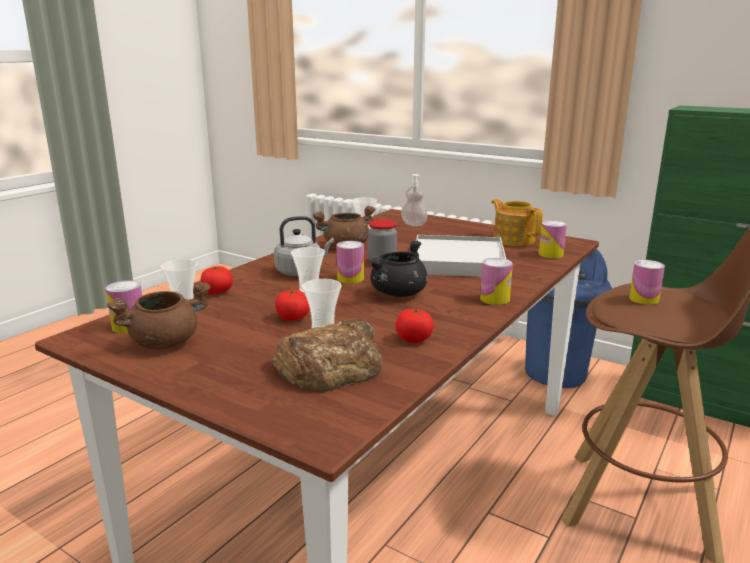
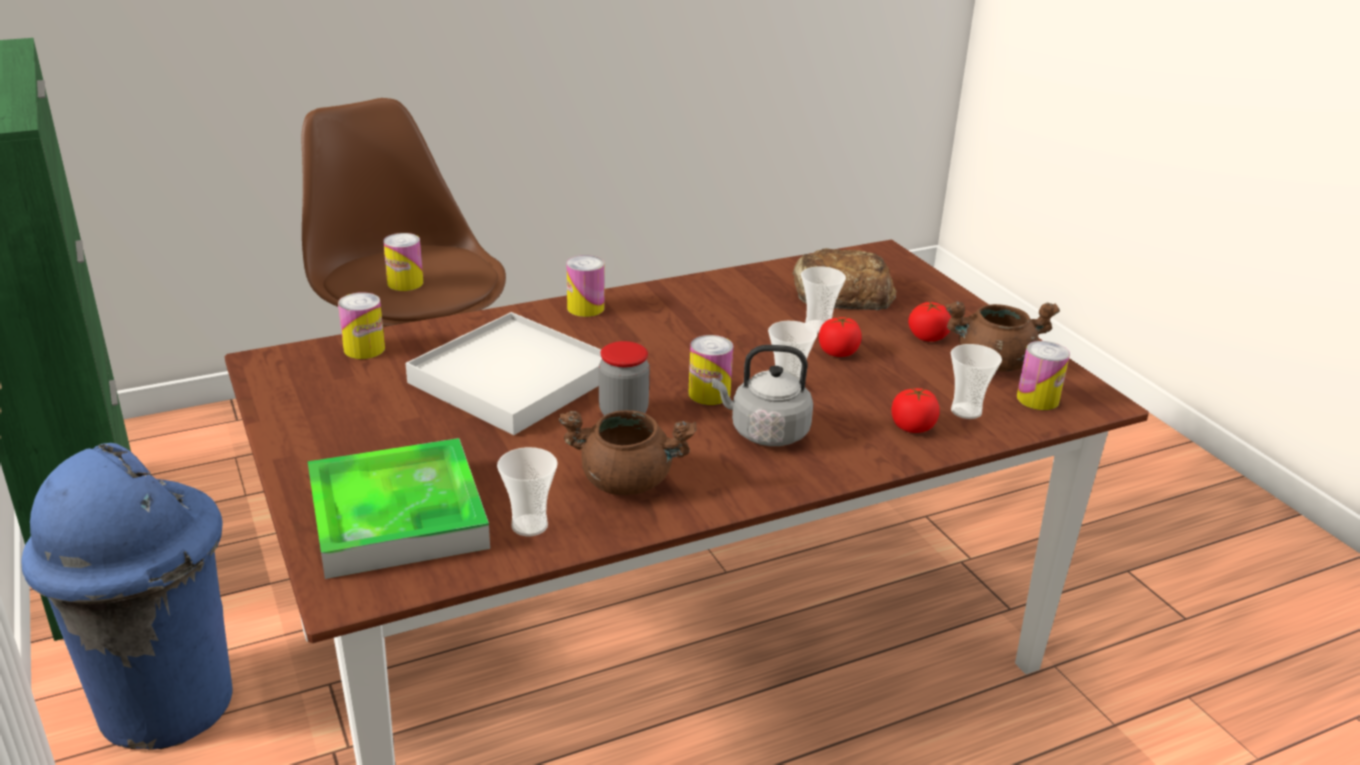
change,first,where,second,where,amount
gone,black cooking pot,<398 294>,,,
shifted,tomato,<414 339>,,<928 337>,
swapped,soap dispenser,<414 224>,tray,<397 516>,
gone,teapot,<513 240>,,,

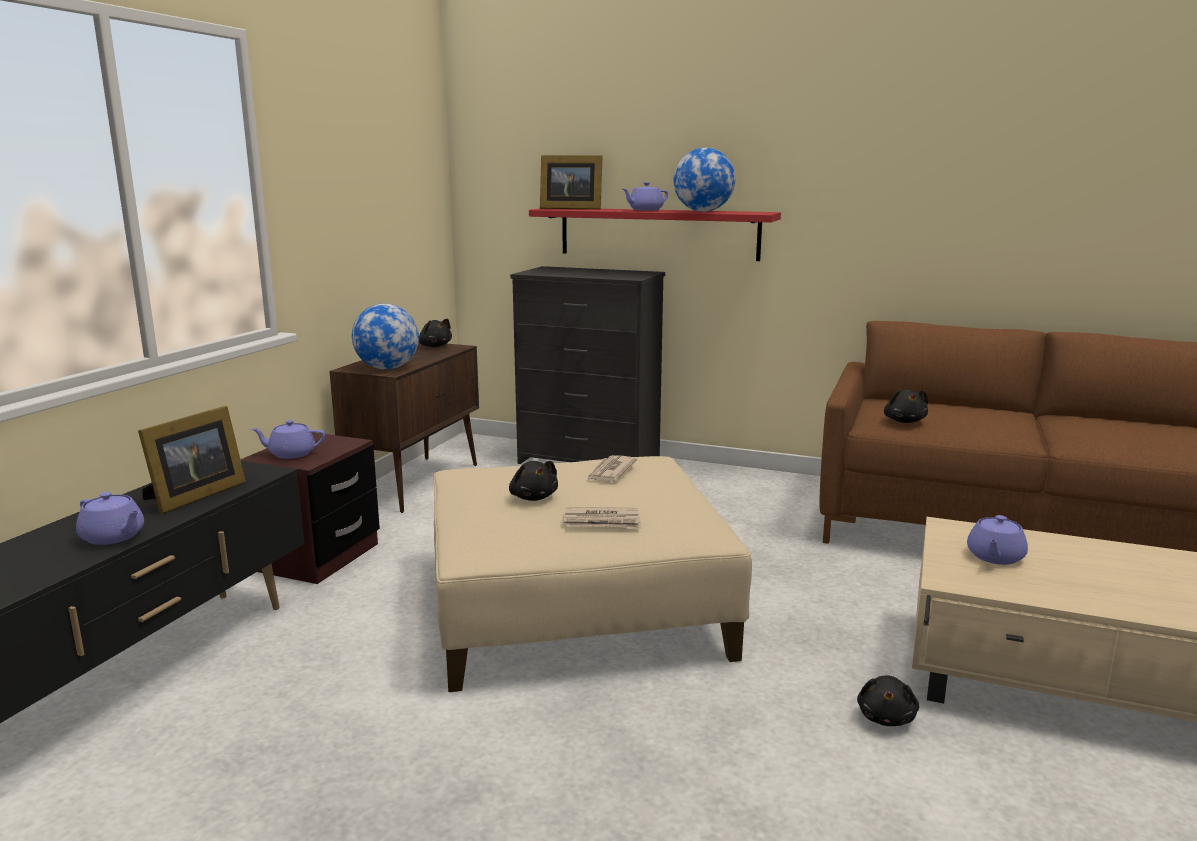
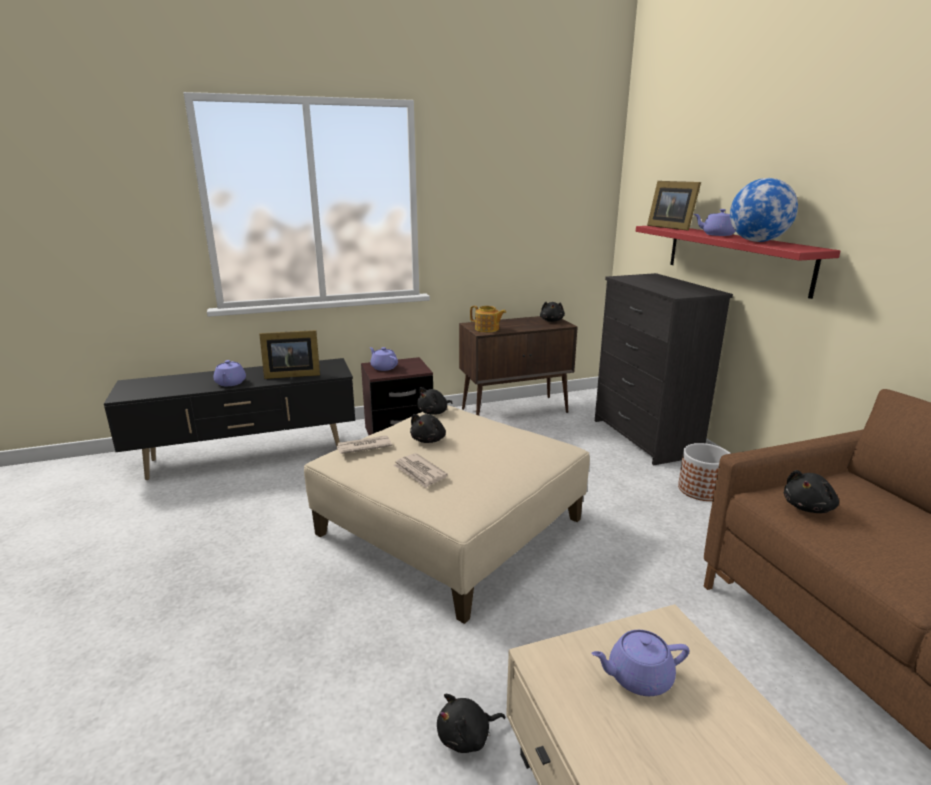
change,first,where,second,where,amount
swapped,globe,<387 368>,teapot,<487 329>,
shifted,newspaper,<610 472>,,<363 447>,
new,,,black plush toy,<434 412>,
new,,,planter,<701 490>,

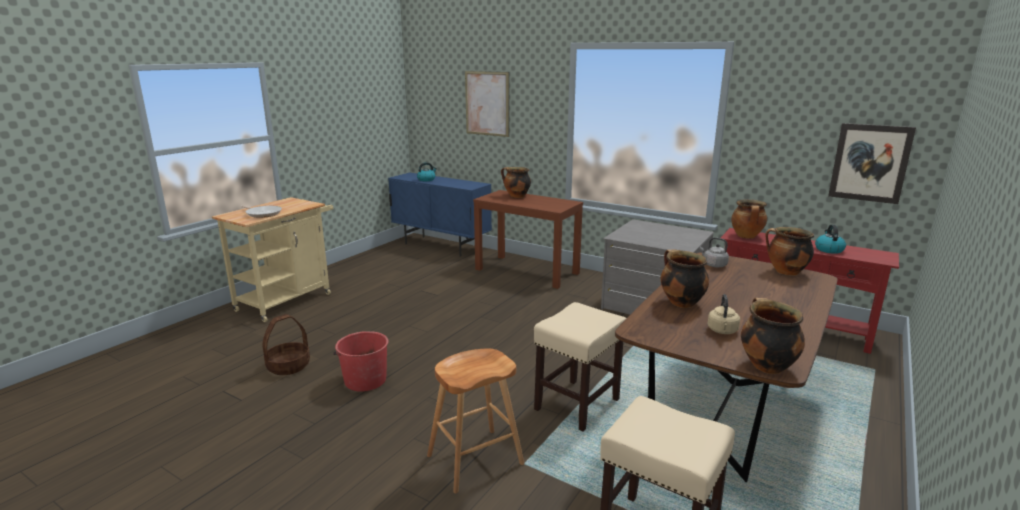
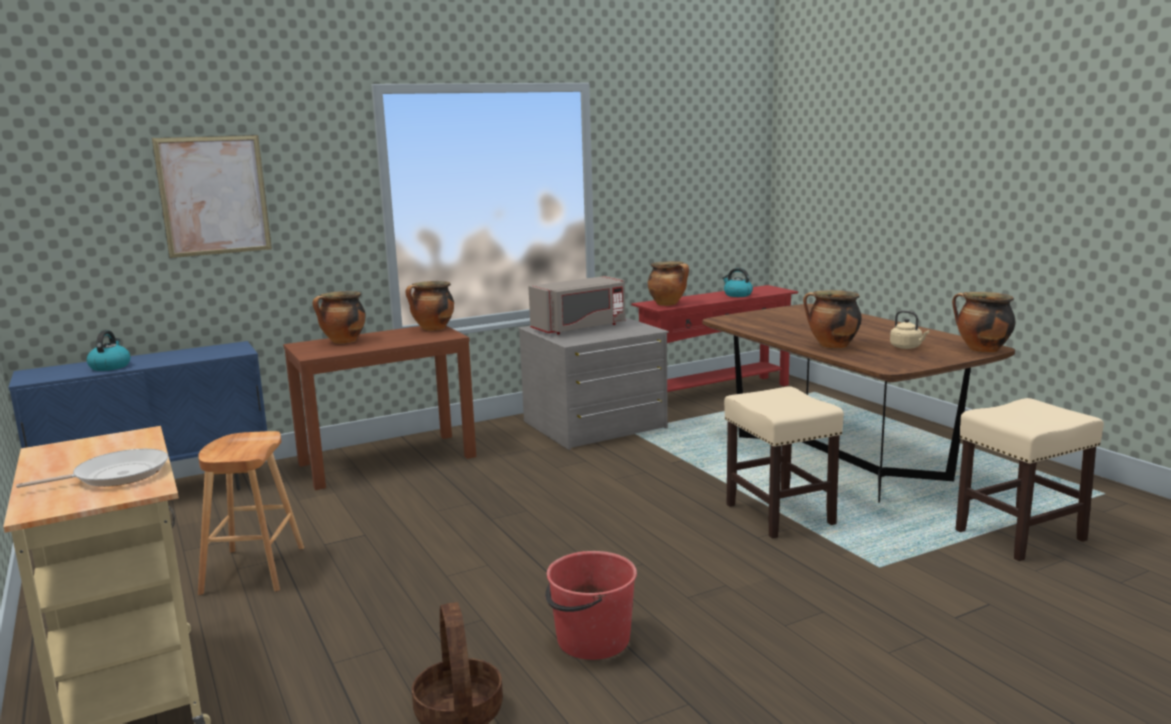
change,first,where,second,where,amount
shifted,brown stool,<475 460>,,<253 570>,
gone,grey kettle,<713 265>,,,
shifted,cooking pot,<785 272>,,<433 329>,
gone,picture,<870 163>,,,
new,,,grey microwave,<580 328>,

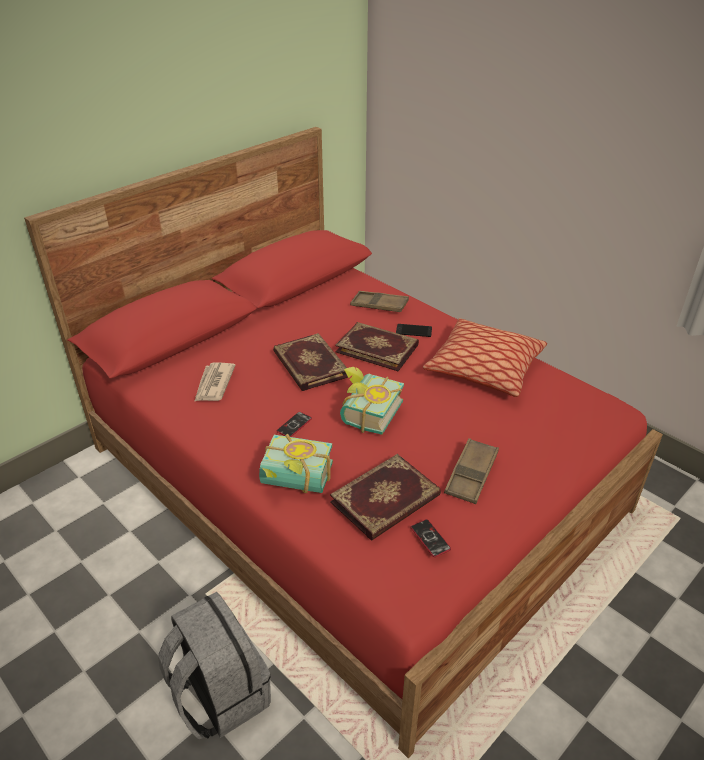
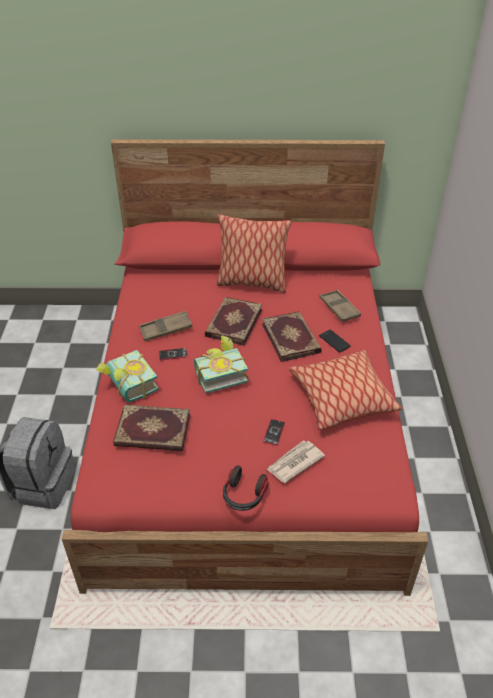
change,first,where,second,where,amount
shifted,newspaper,<214 384>,,<294 463>,
shifted,phone,<430 538>,,<274 432>,
shifted,brown tray,<471 475>,,<166 329>,
new,,,pillow,<251 283>,
new,,,headphones,<243 496>,

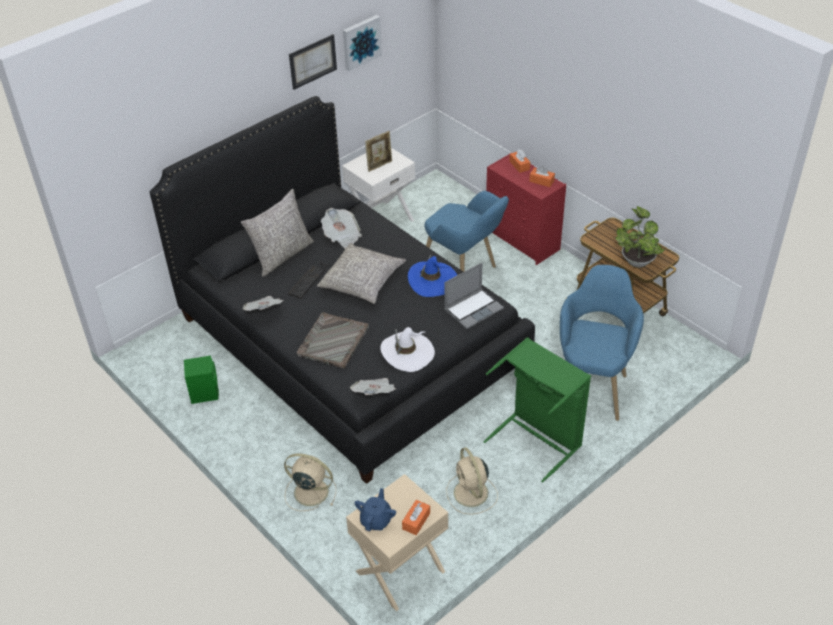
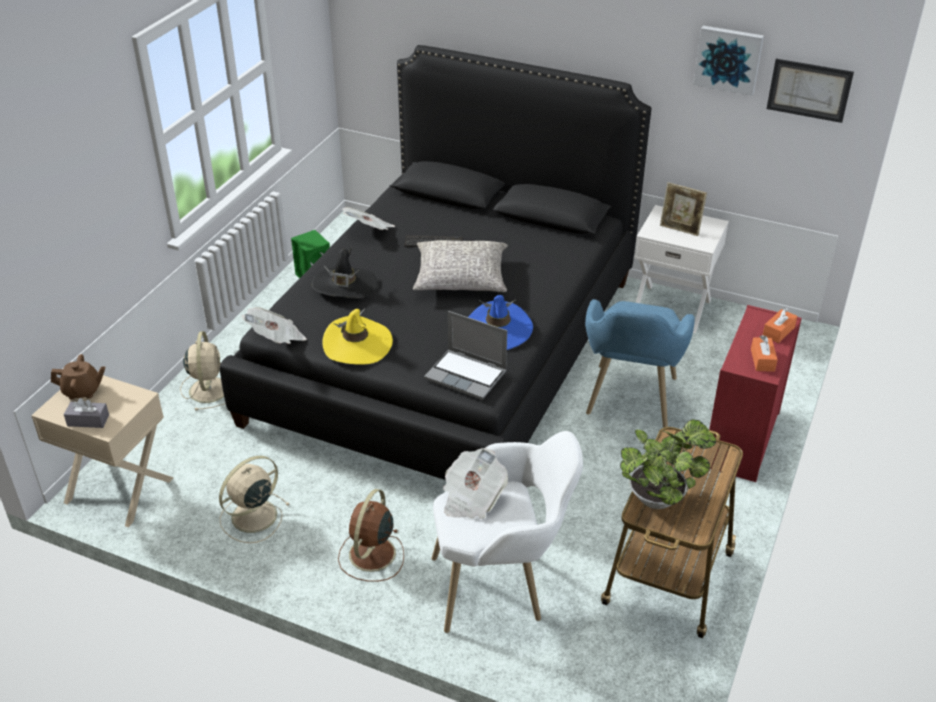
change,first,where,second,where,amount
gone,grey pillow,<282 255>,,,
shifted,picture,<312 61>,,<809 90>,
swapped,grey tray,<332 342>,black hat,<345 286>,
shifted,newspaper,<342 236>,,<472 498>,
repainted,blue teapot,<376 520>,brown teapot,<82 391>,
repainted,white hat,<407 353>,yellow hat,<357 344>,
repainted,orange tissue box,<416 521>,grey tissue box,<88 420>,
swapped,green laundry basket,<538 438>,brown fan,<371 555>,
repainted,blue armchair,<592 384>,white armchair,<502 586>,

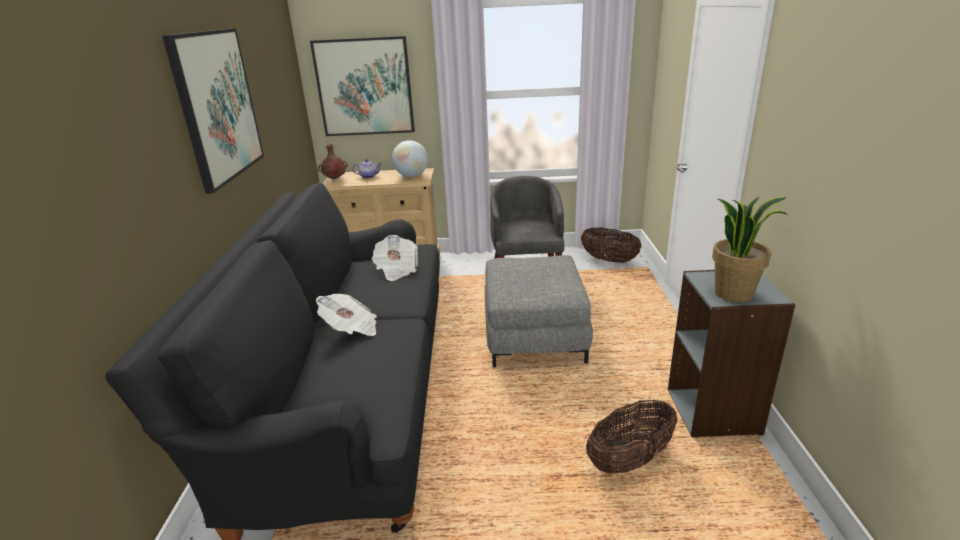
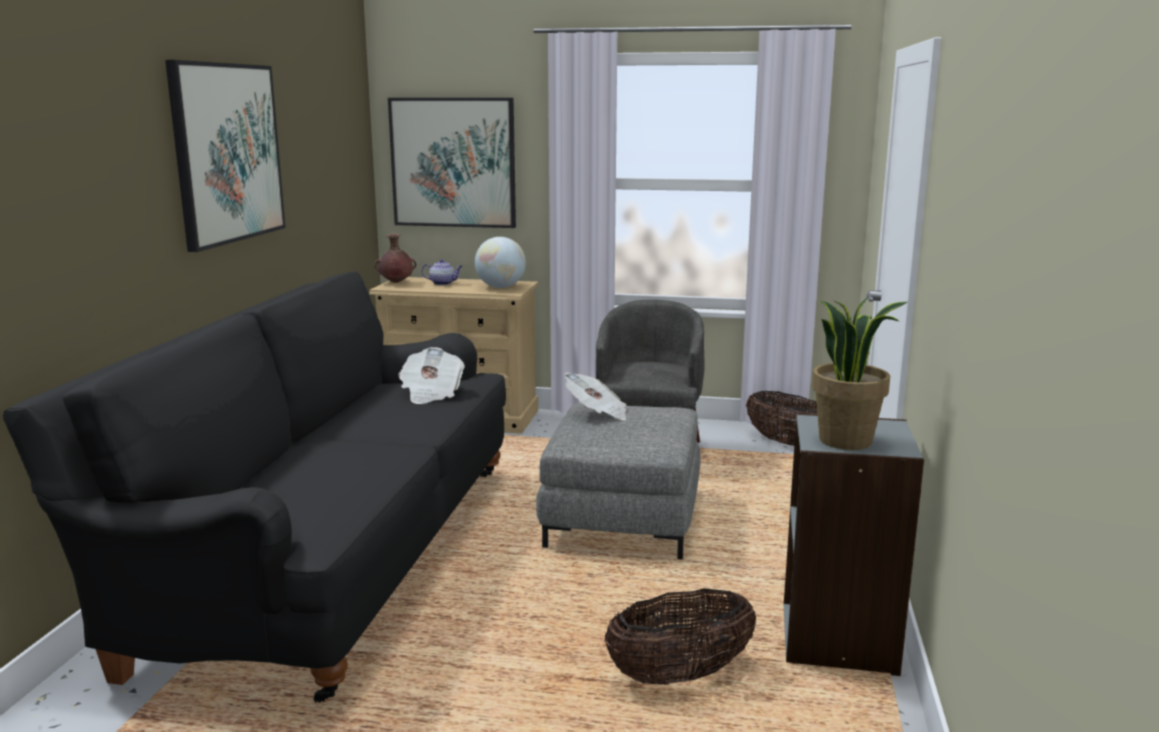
change,first,where,second,where,amount
shifted,newspaper,<351 328>,,<597 413>,

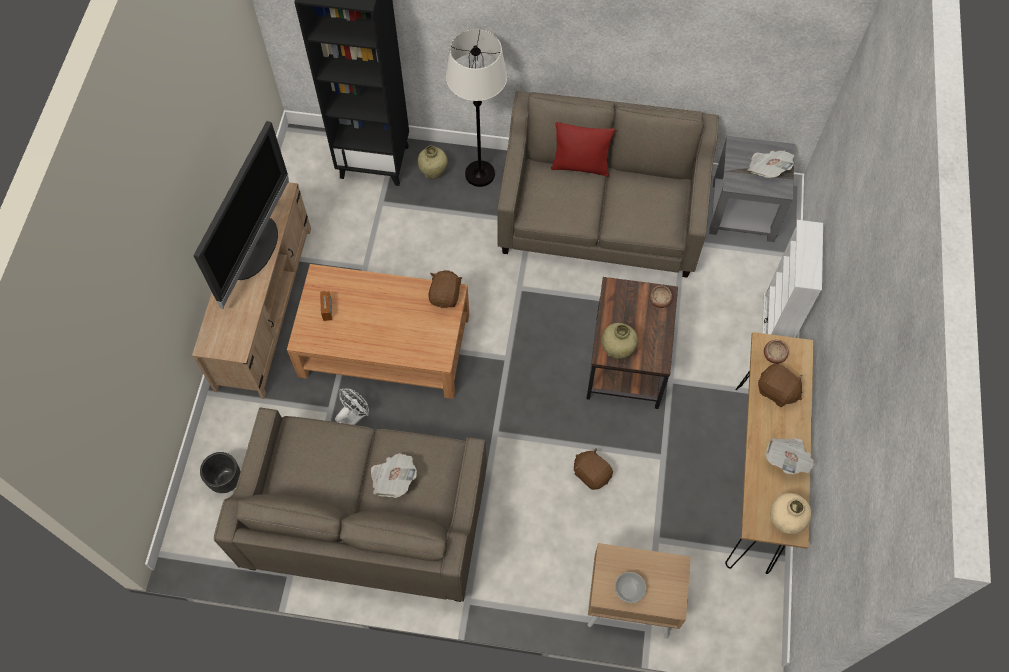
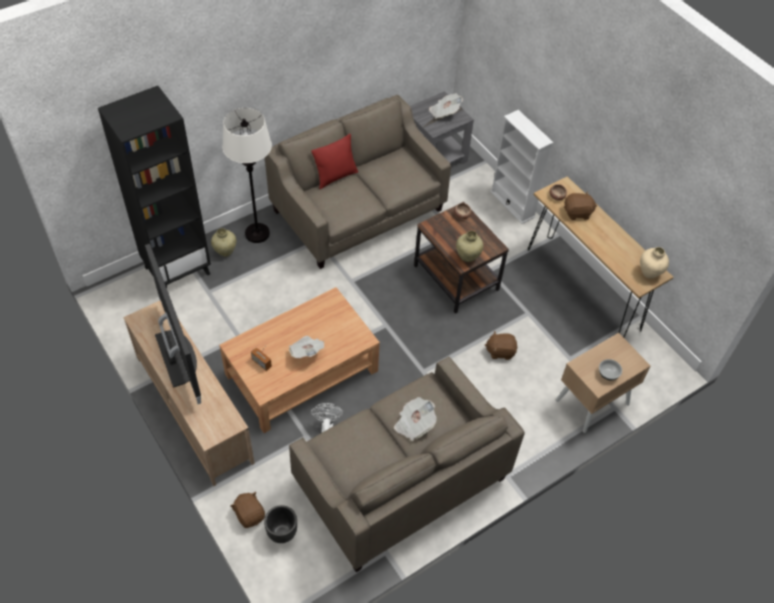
change,first,where,second,where,amount
shifted,brown plush toy,<445 296>,,<249 514>,
shifted,newspaper,<787 459>,,<306 352>,

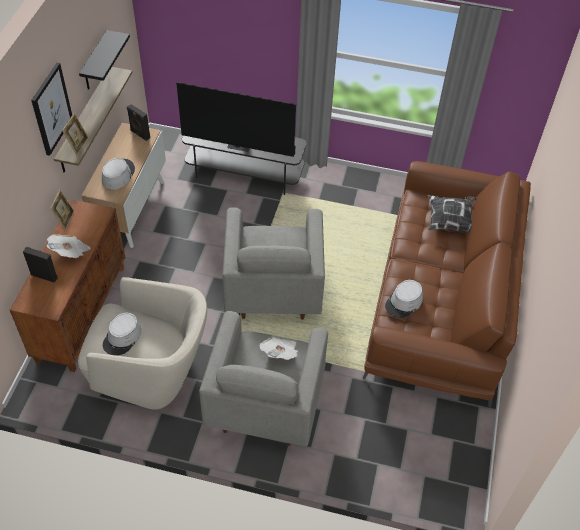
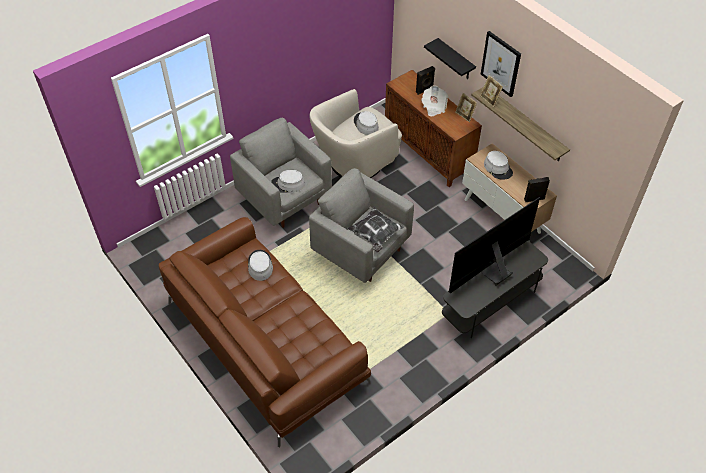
change,first,where,second,where,amount
shifted,black shelf,<95 62>,,<455 60>,
swapped,newspaper,<280 353>,grey hat,<288 184>,
shifted,pillow,<450 221>,,<375 235>,

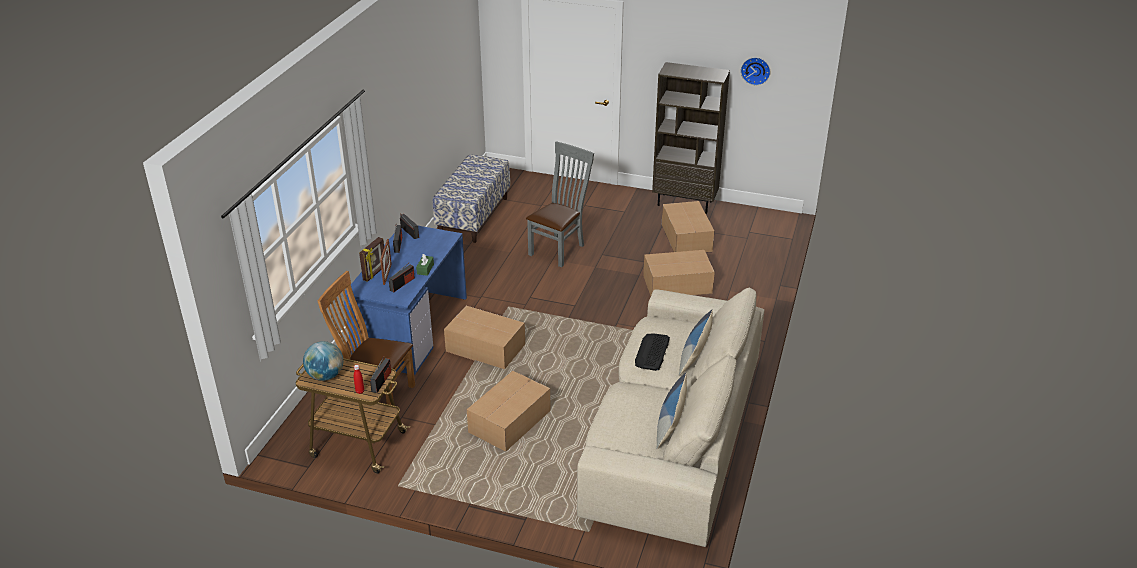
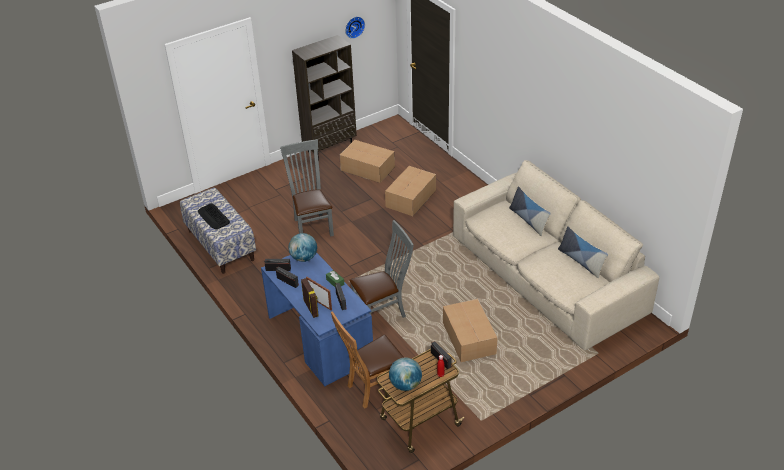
change,first,where,second,where,amount
swapped,cardboard box,<486 348>,grey chair,<383 313>,
shifted,keyboard,<652 352>,,<213 217>,
new,,,globe,<304 258>,

